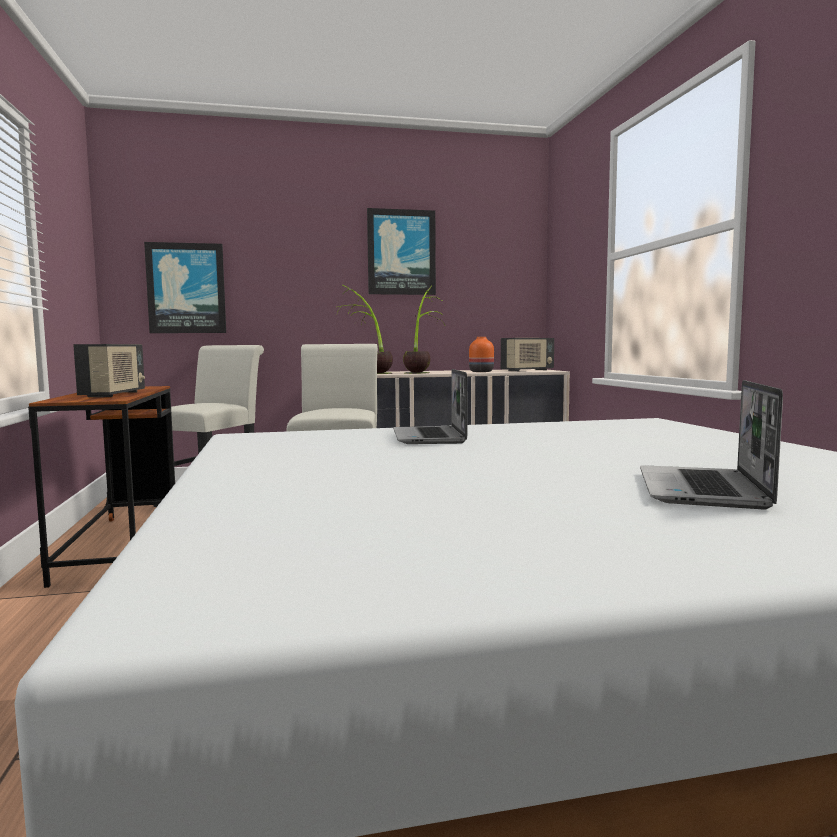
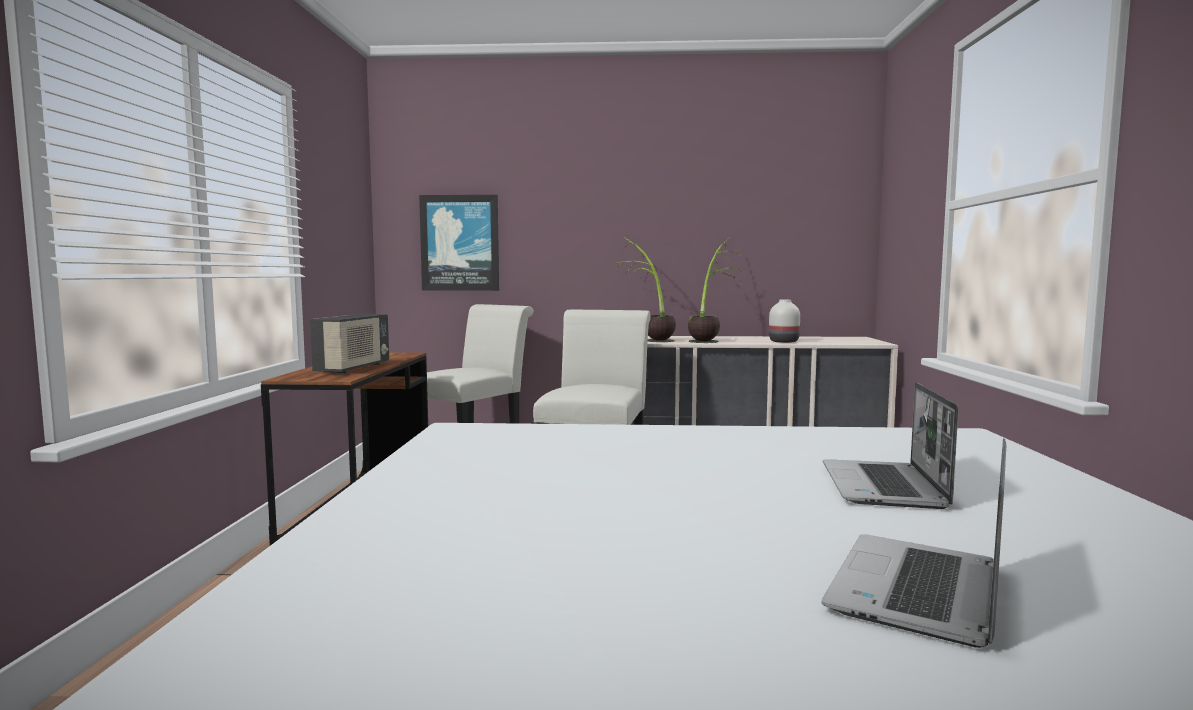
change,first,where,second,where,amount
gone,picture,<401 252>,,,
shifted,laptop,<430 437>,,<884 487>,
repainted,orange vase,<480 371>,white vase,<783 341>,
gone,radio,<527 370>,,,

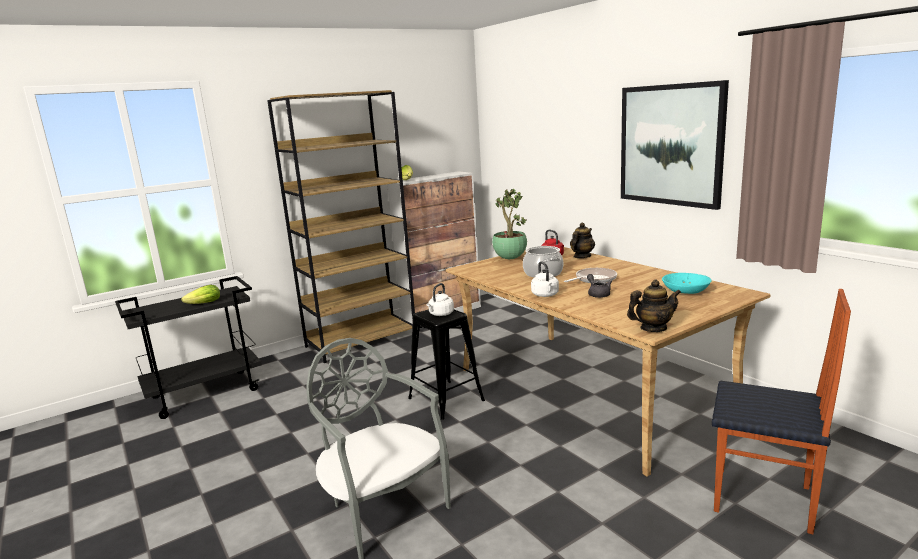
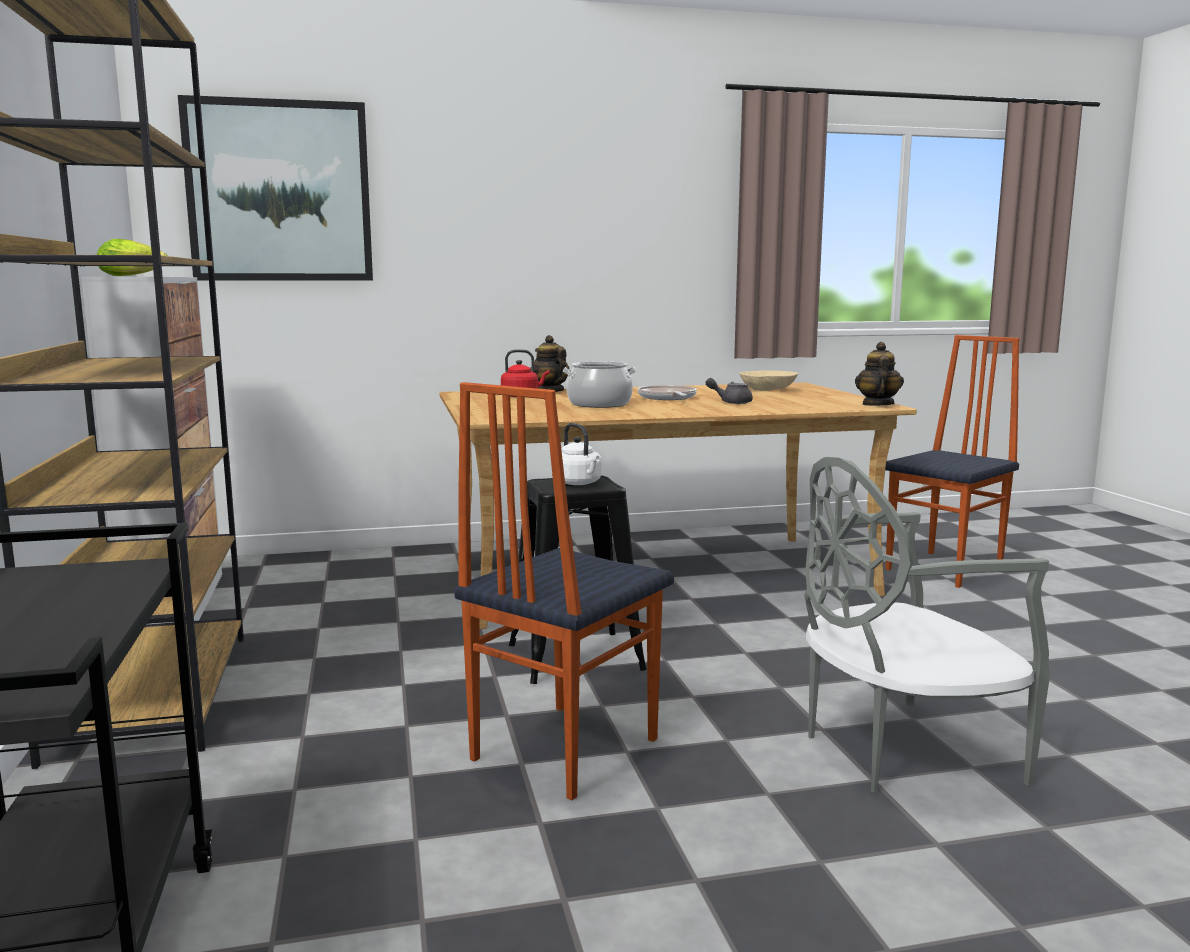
change,first,where,second,where,amount
gone,lettuce,<202 304>,,,
gone,potted plant,<509 258>,,,
gone,white kettle,<545 295>,,,
shifted,picture,<670 145>,,<279 192>,
repainted,turquoise bowl,<686 292>,beige bowl,<768 390>,
new,,,chair,<561 749>,

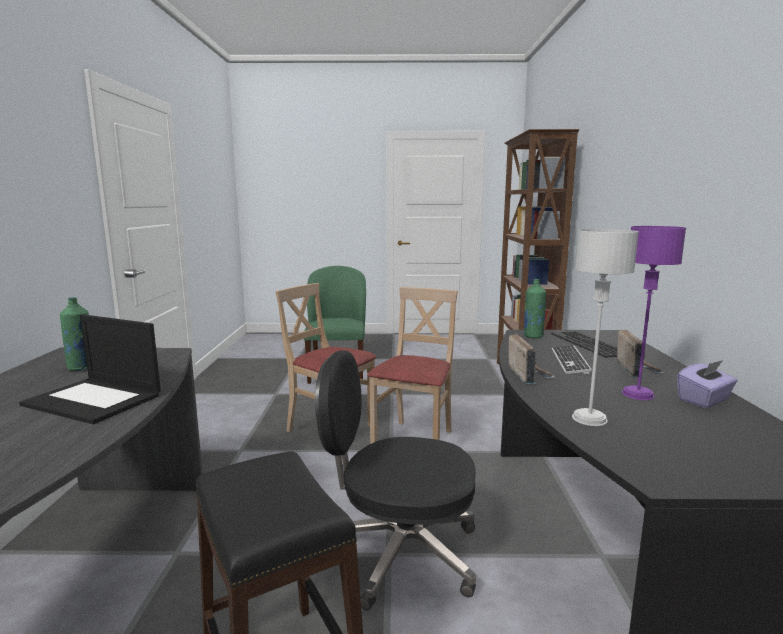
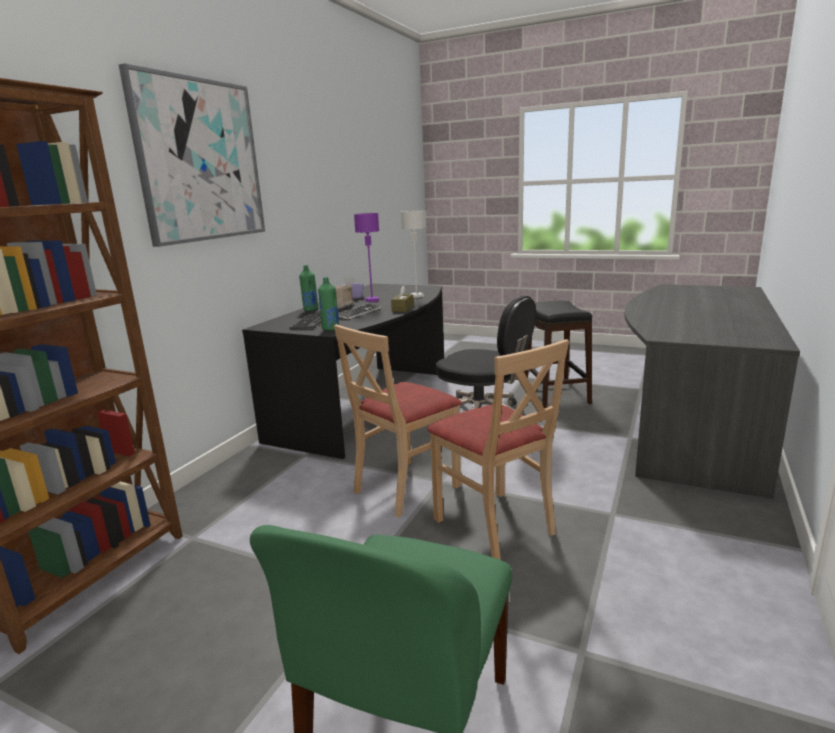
change,first,where,second,where,amount
gone,laptop,<95 400>,,,
shifted,green bottle,<81 367>,,<310 309>,
swapped,radio,<528 375>,brown tissue box,<402 308>,
new,,,picture,<200 161>,

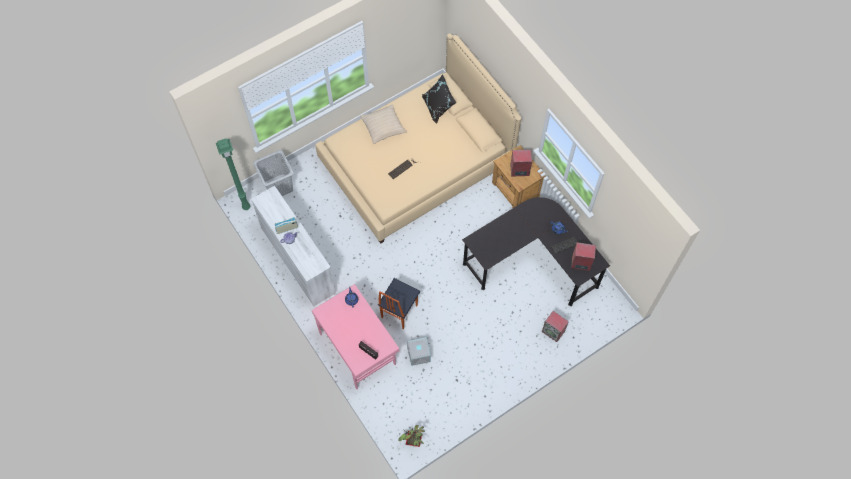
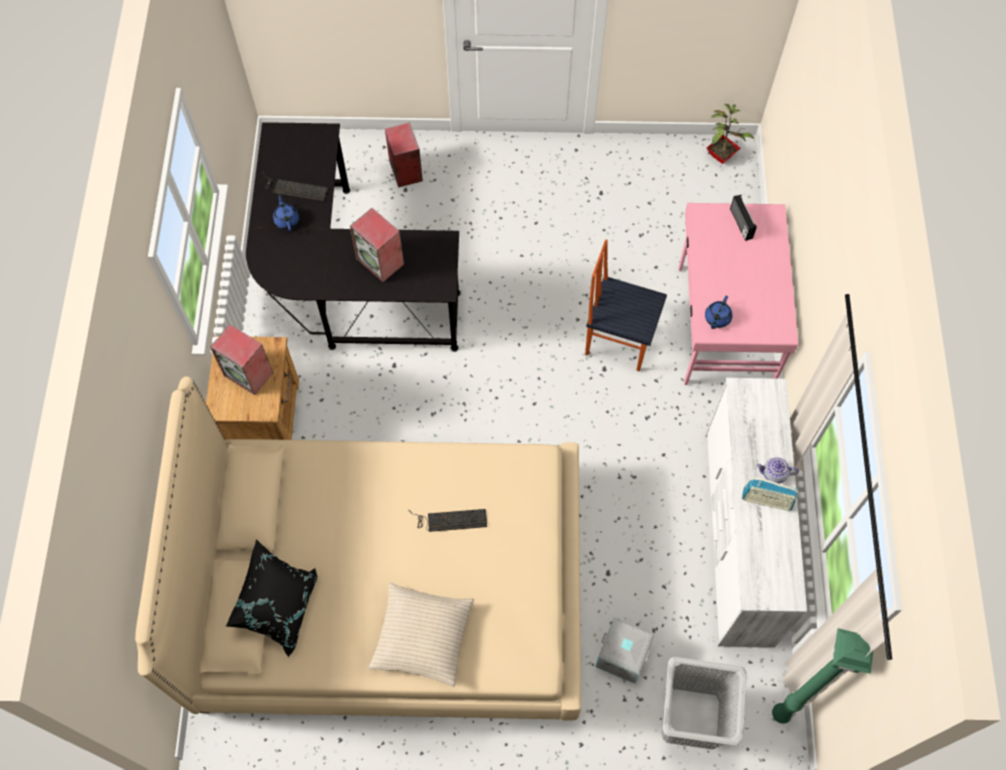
change,first,where,second,where,amount
rotated,chair,<398 311>,,<618 341>,135 degrees counterclockwise
shifted,grey storage box,<418 355>,,<623 654>,
shifted,speaker,<580 263>,,<381 261>,

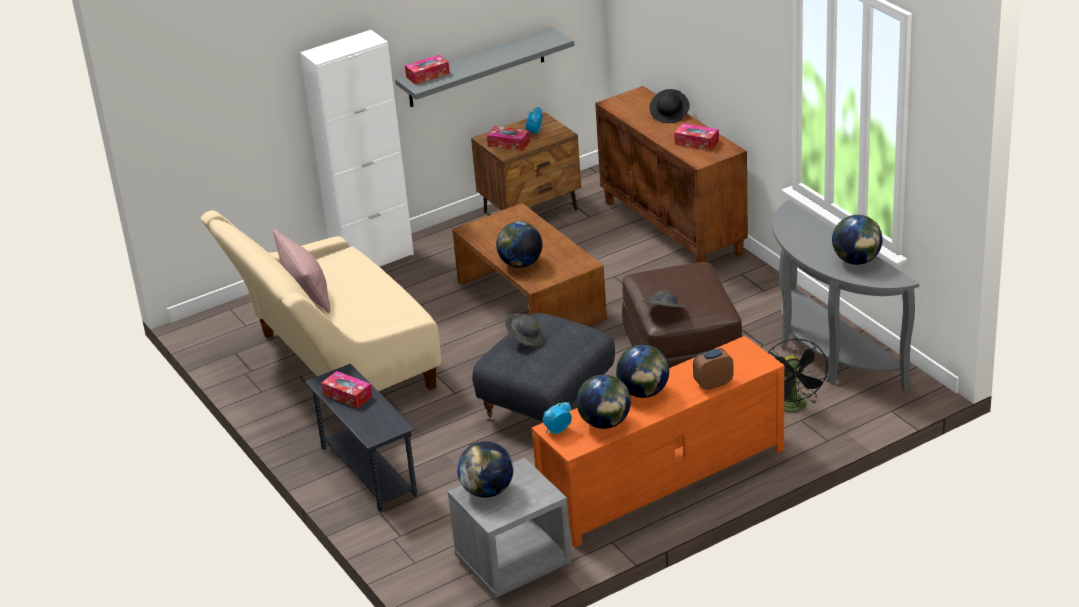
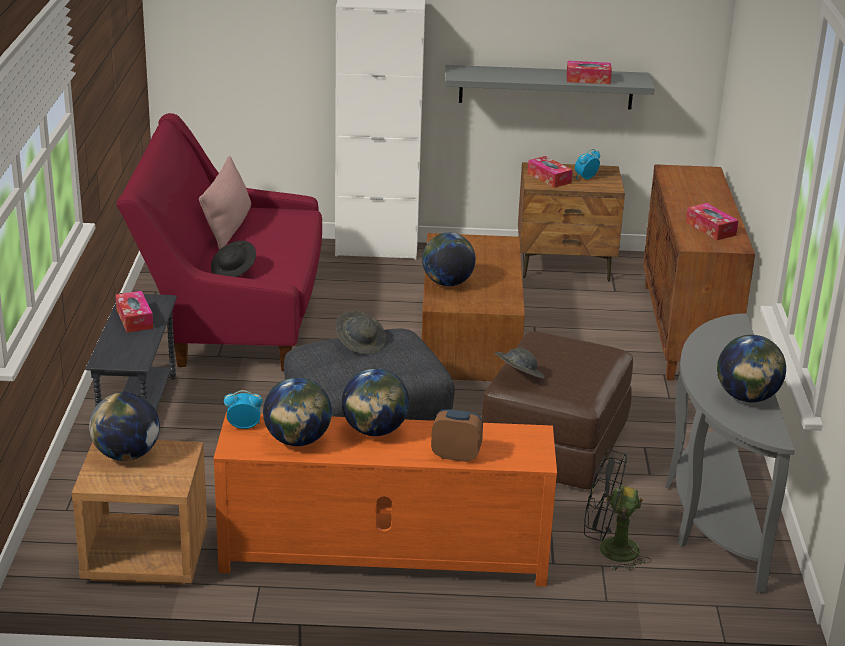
change,first,where,second,where,amount
repainted,beige sofa,<335 365>,red sofa,<232 316>,
shifted,tissue box,<427 75>,,<588 79>,
repainted,grey nightstand,<513 564>,brown nightstand,<145 557>,
shifted,black hat,<670 115>,,<234 271>,
rotated,black fan,<794 408>,,<609 550>,75 degrees clockwise

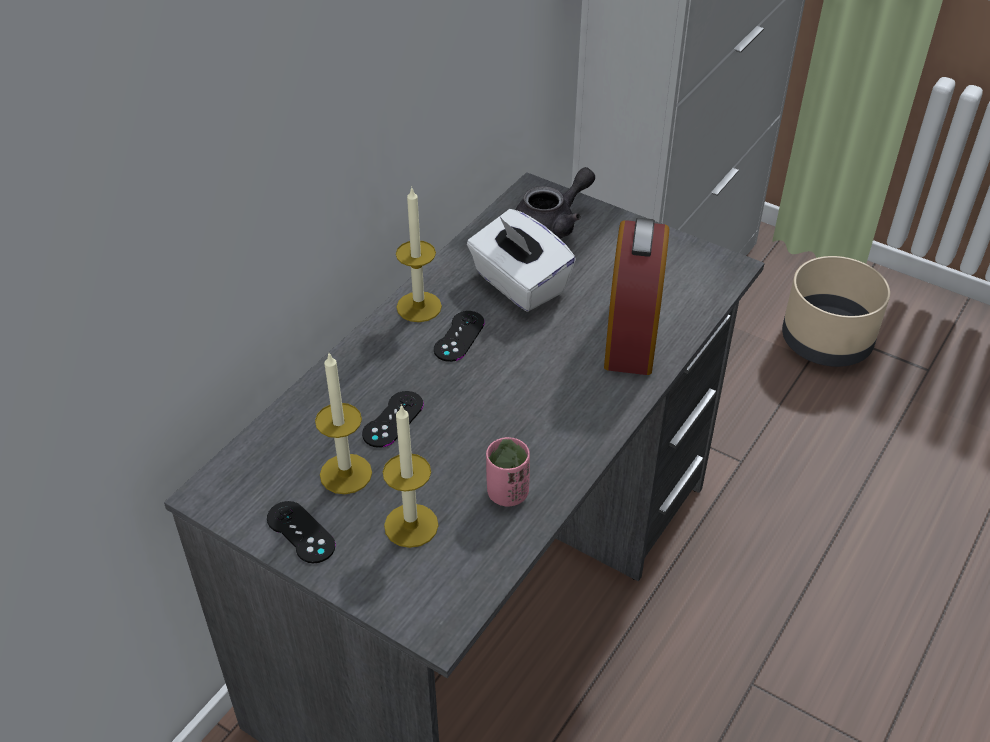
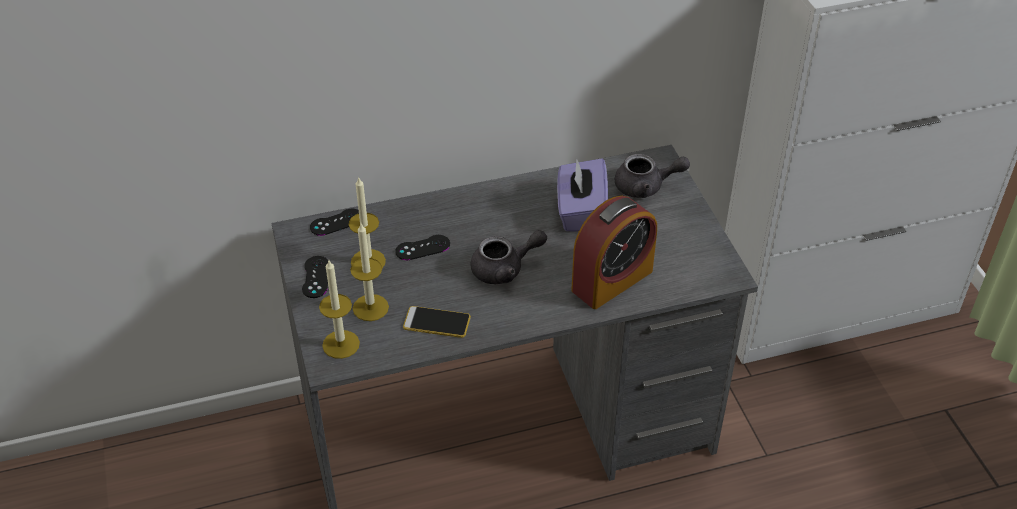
change,first,where,second,where,amount
shifted,candle,<419 307>,,<341 344>,
shifted,black game controller,<459 336>,,<336 222>,
repainted,white tissue box,<519 284>,purple tissue box,<580 212>,
swapped,pink cup,<507 493>,phone,<437 322>,
gone,beige planter,<826 341>,,,
new,,,grey teapot,<505 269>,

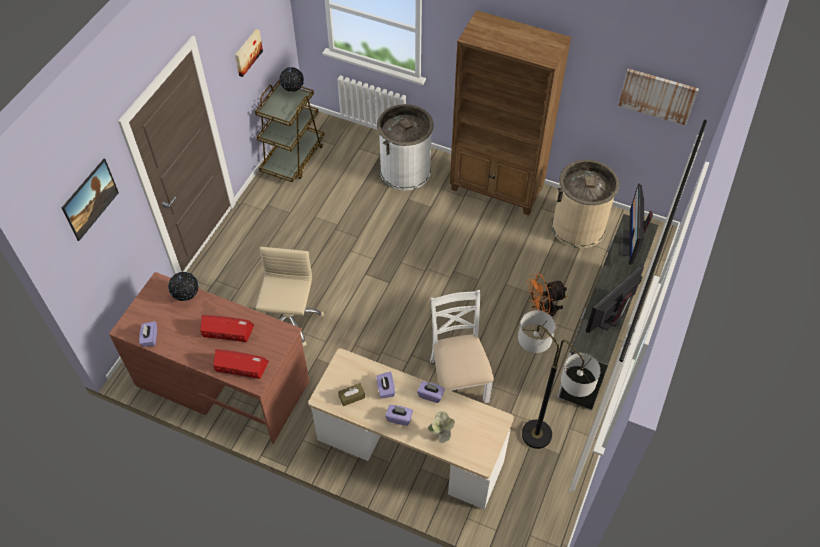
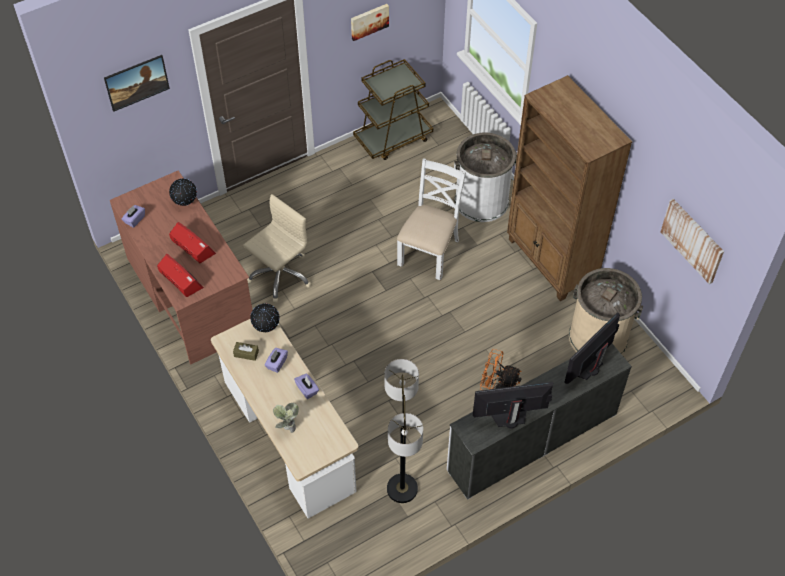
change,first,where,second,where,amount
shifted,globe,<293 91>,,<266 328>,
gone,purple tissue box,<399 418>,,,
shifted,white chair,<458 380>,,<429 252>,

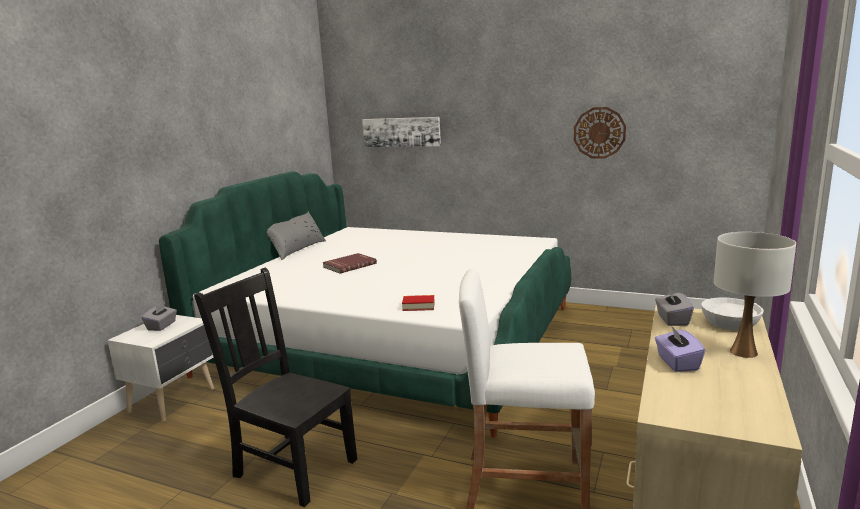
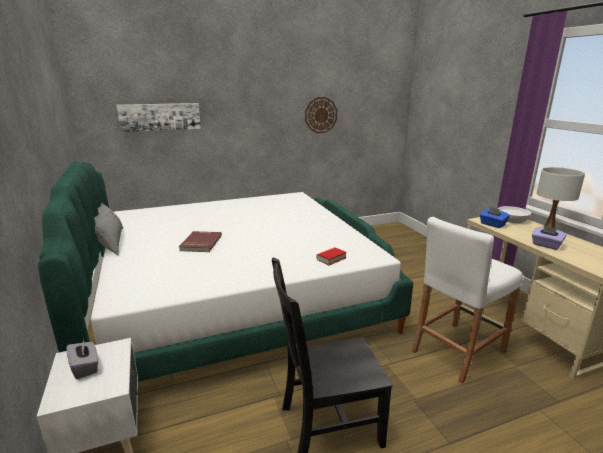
change,first,where,second,where,amount
repainted,grey tissue box,<672 319>,blue tissue box,<492 224>,

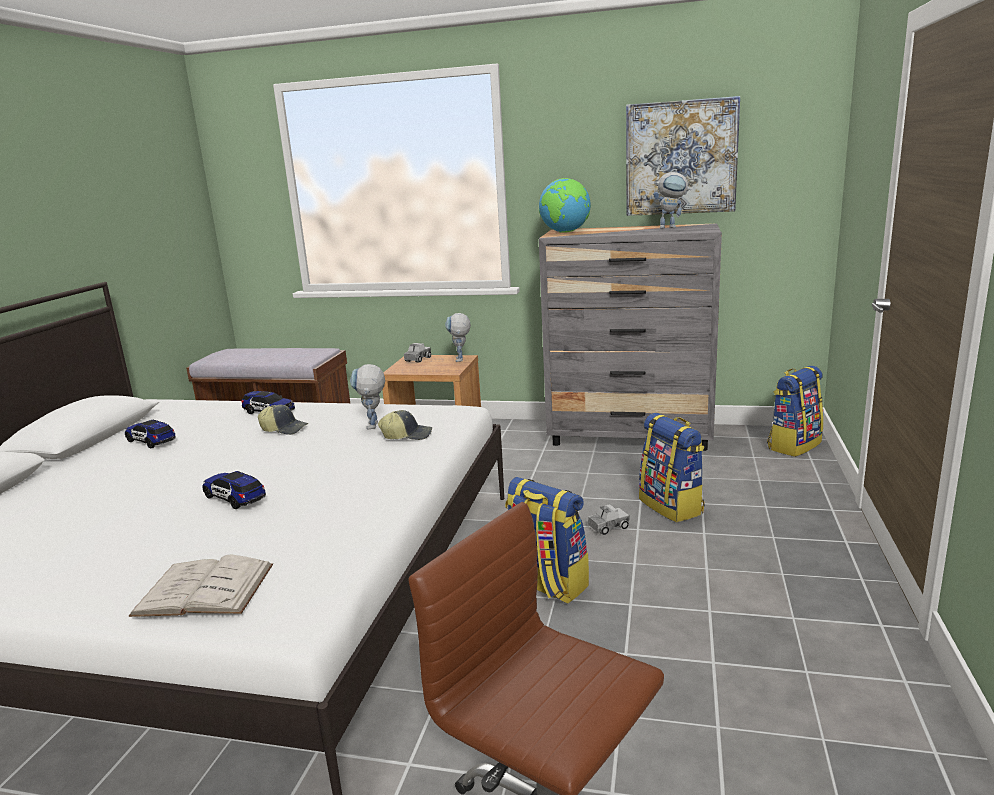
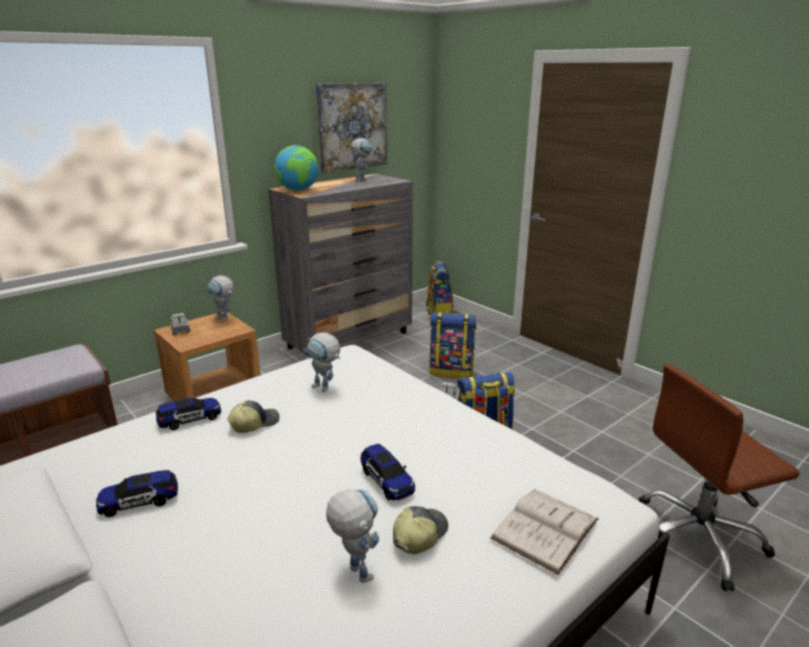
change,first,where,second,where,amount
rotated,toy car,<235 498>,,<387 481>,105 degrees counterclockwise
shifted,cap,<407 435>,,<419 534>,
new,,,toy robot,<354 569>,

